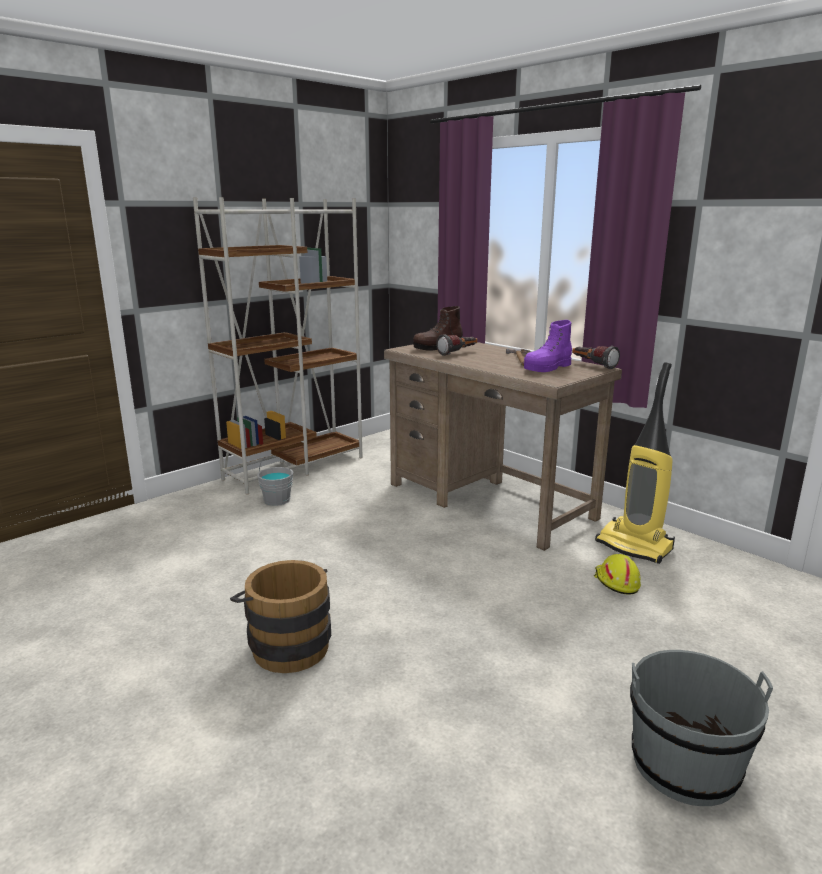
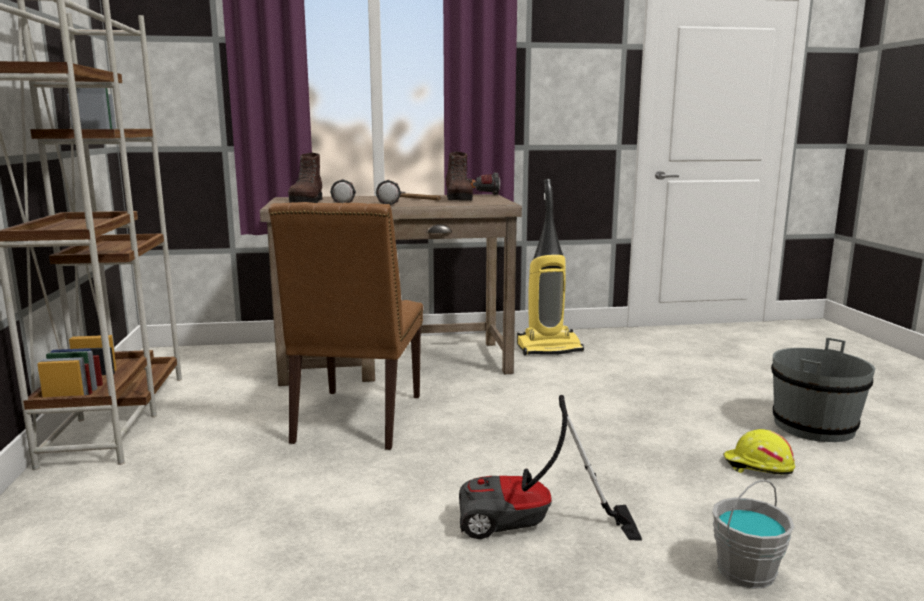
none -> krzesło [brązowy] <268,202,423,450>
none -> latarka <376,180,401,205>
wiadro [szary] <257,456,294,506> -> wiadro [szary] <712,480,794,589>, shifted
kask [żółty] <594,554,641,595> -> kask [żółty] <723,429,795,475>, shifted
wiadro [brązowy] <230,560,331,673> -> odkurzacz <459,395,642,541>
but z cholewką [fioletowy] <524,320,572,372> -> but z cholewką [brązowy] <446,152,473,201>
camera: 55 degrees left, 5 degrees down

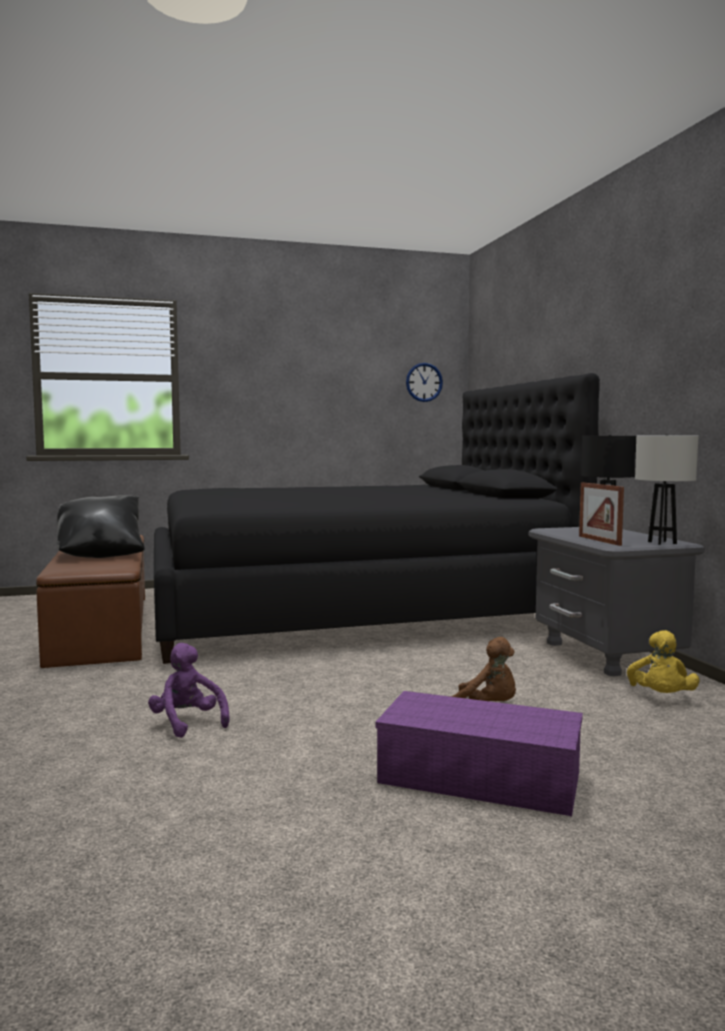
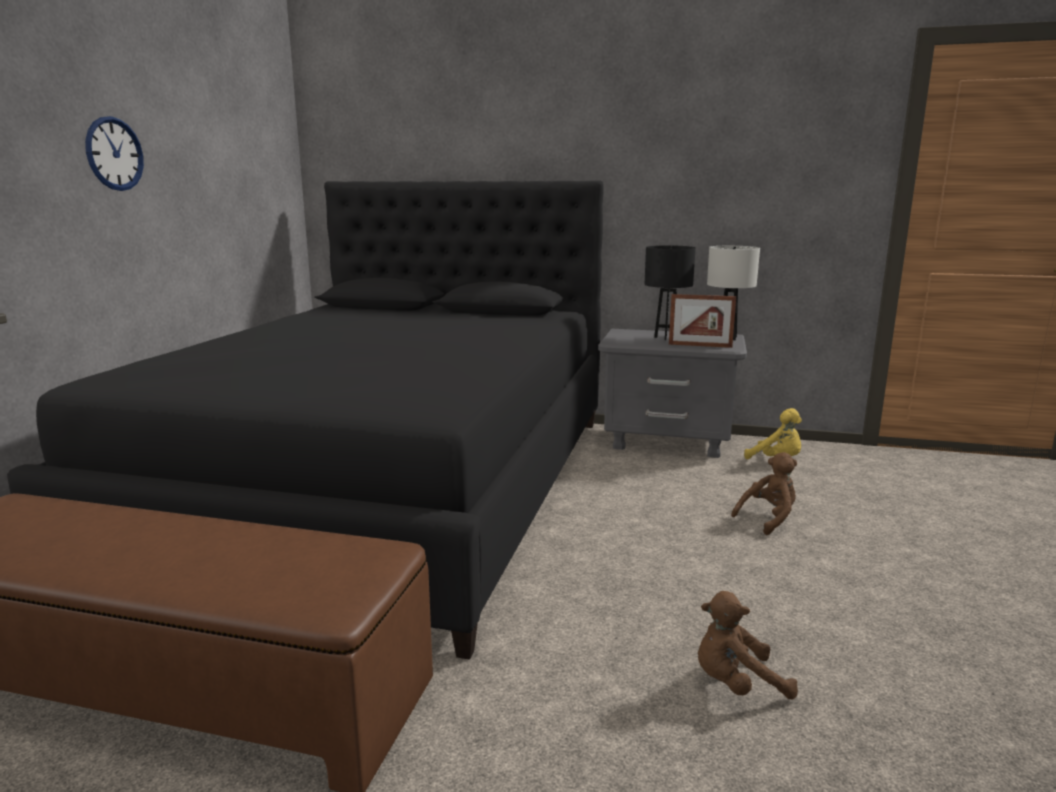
poduszka [czarny] <56,495,145,558> -> none
pojemnik do przechowywania [fioletowy] <375,691,583,816> -> none
zegar ścienny <406,363,443,402> -> zegar ścienny <85,116,144,191>, shifted
pluszak [fioletowy] <148,643,230,738> -> pluszak [brązowy] <698,591,798,699>
camera: 60 degrees left, 10 degrees up

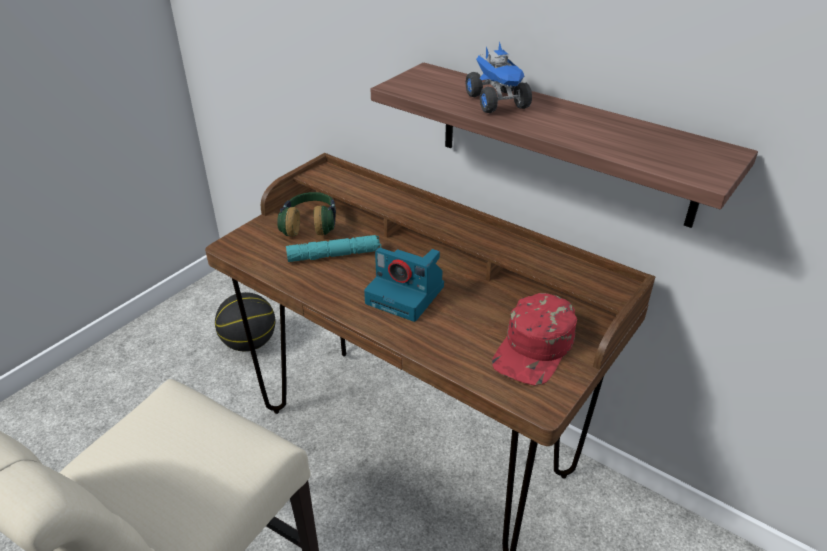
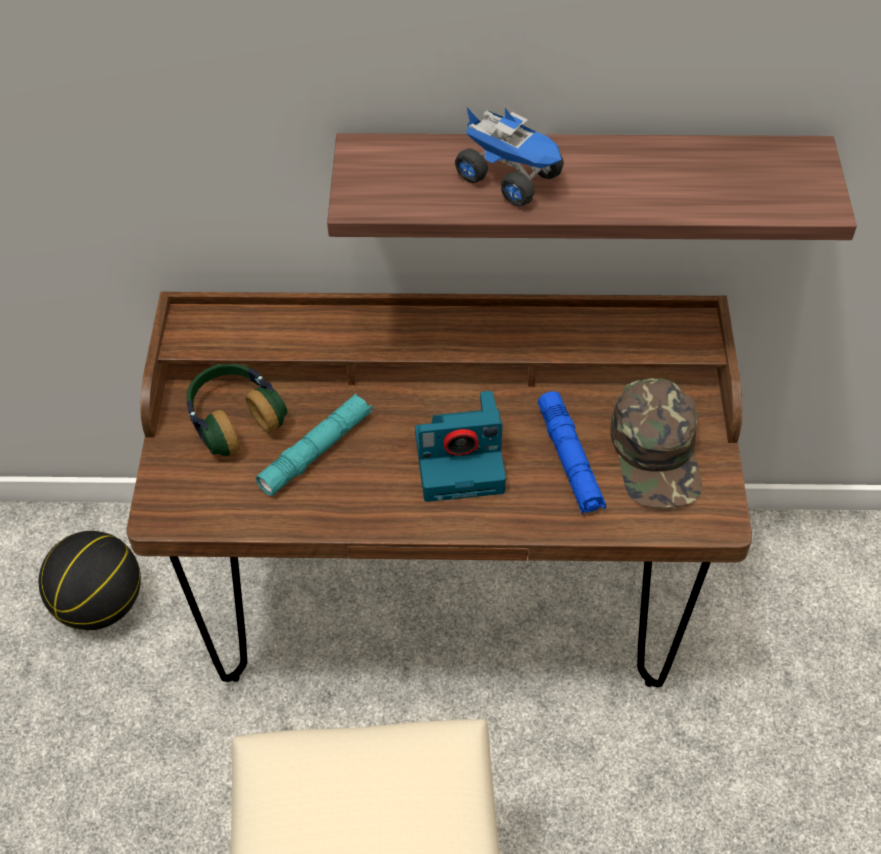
none -> latarka [niebieski] <537,391,606,515>
czapka z daszkiem [czerwony] <492,293,577,386> -> czapka z daszkiem [zielony] <610,378,702,508>
camera: 35 degrees left, 15 degrees up

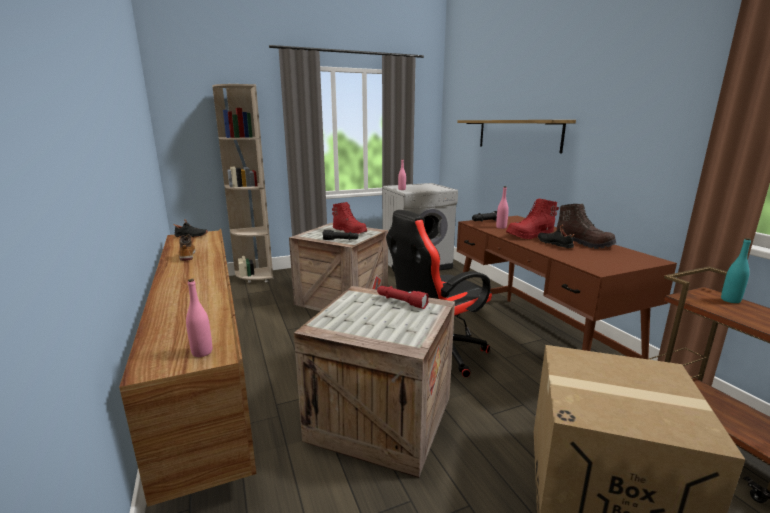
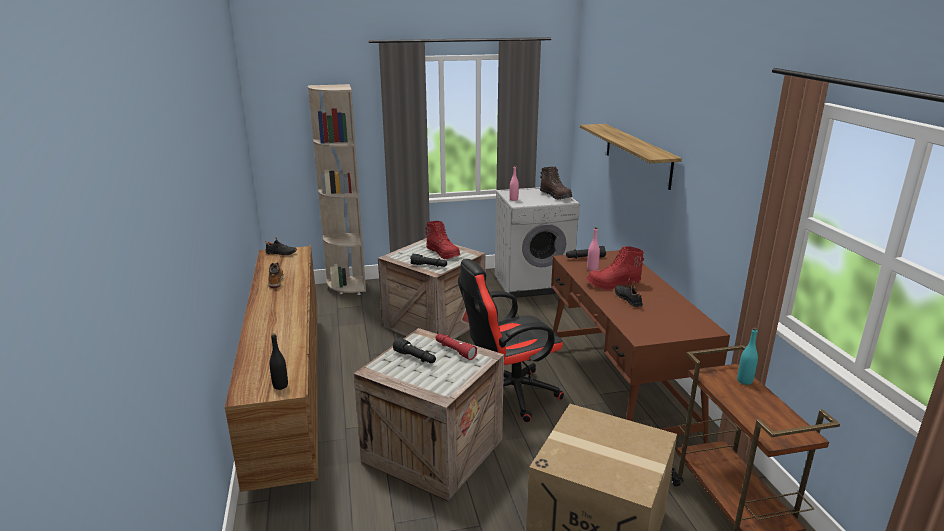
none -> latarka [czarny] <393,338,436,363>
but z cholewką [brązowy] <556,204,616,249> -> but z cholewką [brązowy] <540,167,572,200>, shifted
butelka [różowy] <186,279,212,357> -> butelka [czarny] <269,334,288,390>
camera: 10 degrees right, 5 degrees up

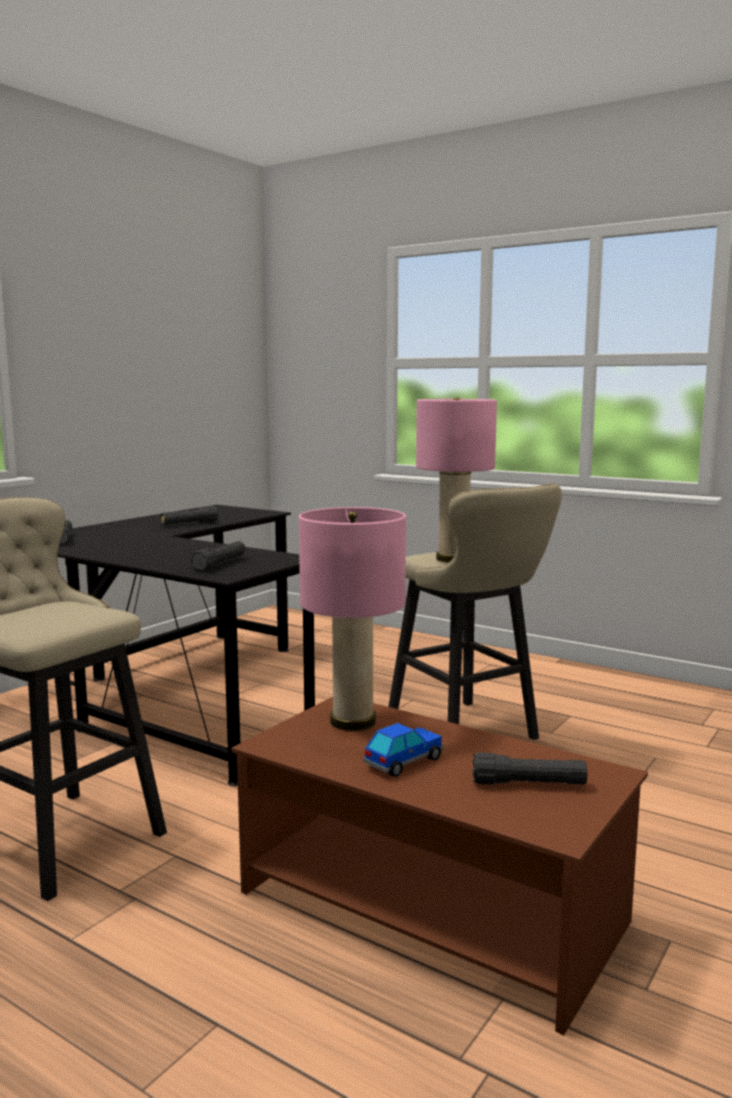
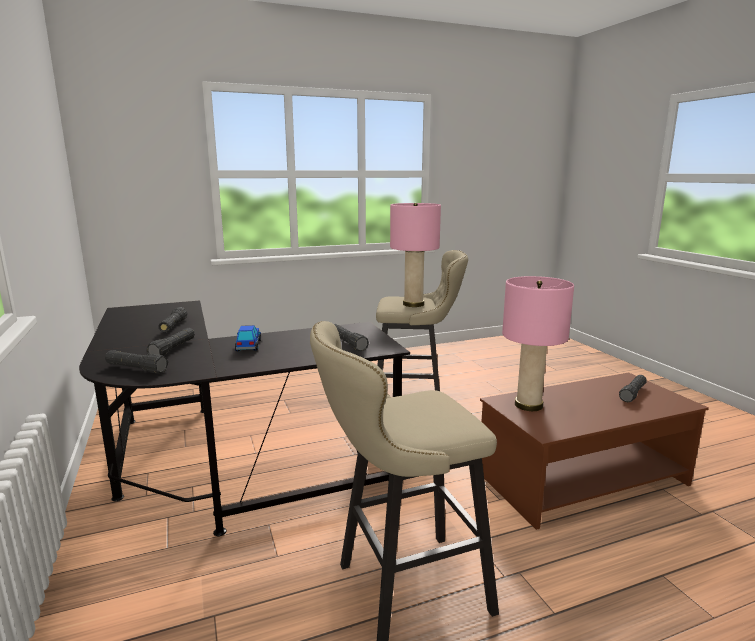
none -> latarka [czarny] <146,328,195,356>
samochodzik <364,723,443,777> -> samochodzik <235,325,261,351>, shifted
camera: 55 degrees left, 5 degrees up

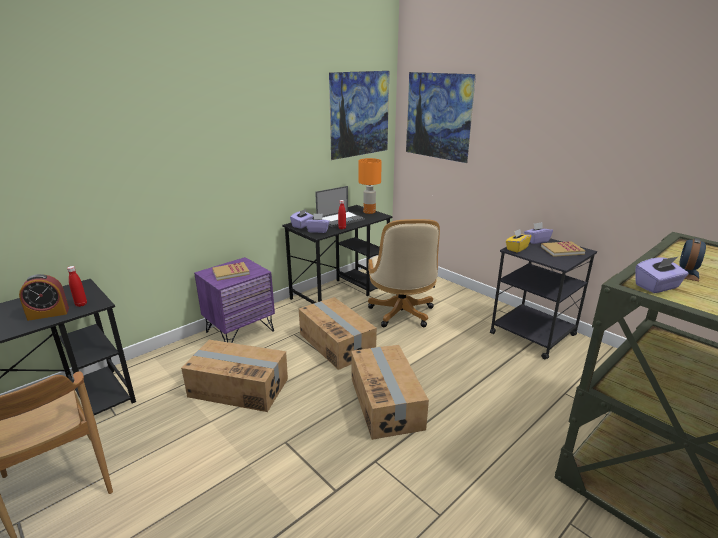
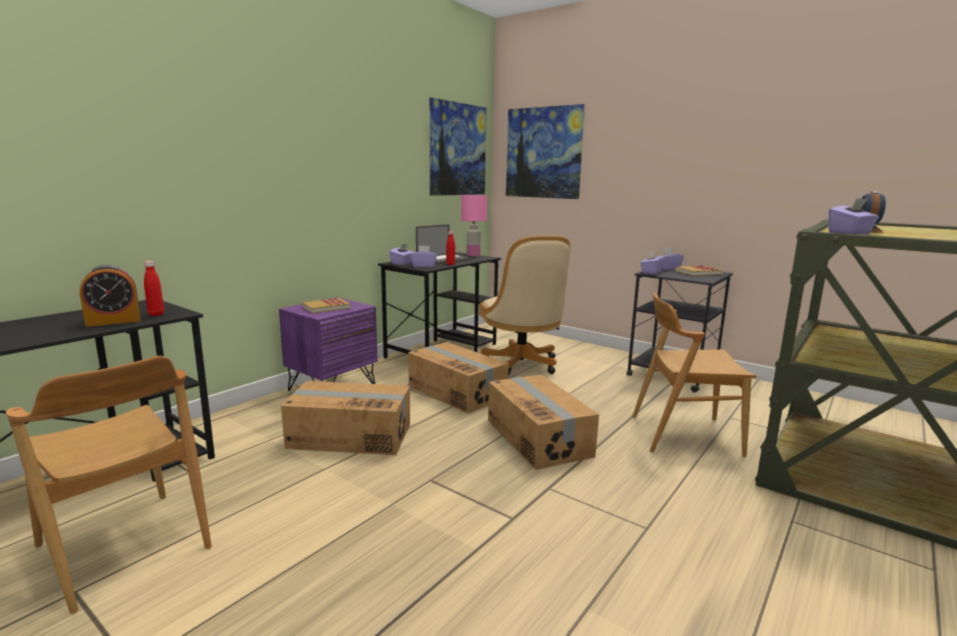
none -> krzesło [brązowy] <632,293,756,457>
lampa stołowa [pomarańczowy] <358,158,382,214> -> lampa stołowa [różowy] <461,195,487,257>
pudełko chusteczek [żółty] <506,229,531,253> -> pudełko chusteczek [fioletowy] <640,251,665,274>
camera: 10 degrees left, 10 degrees down

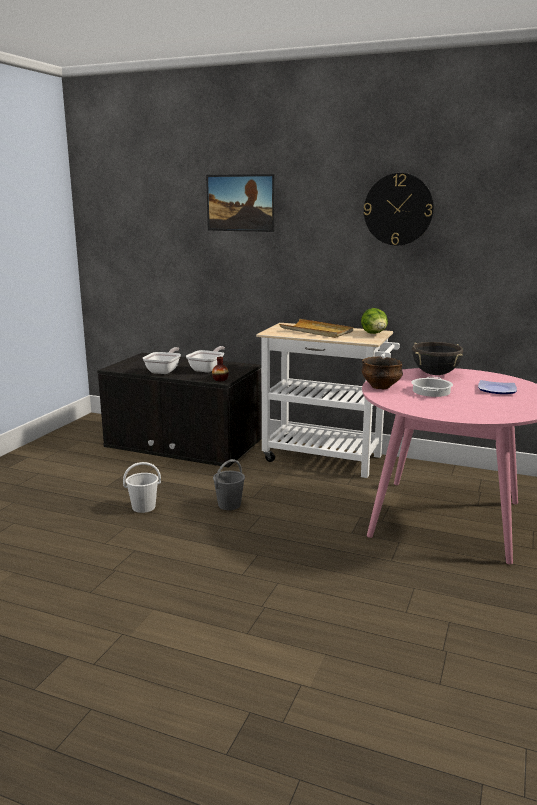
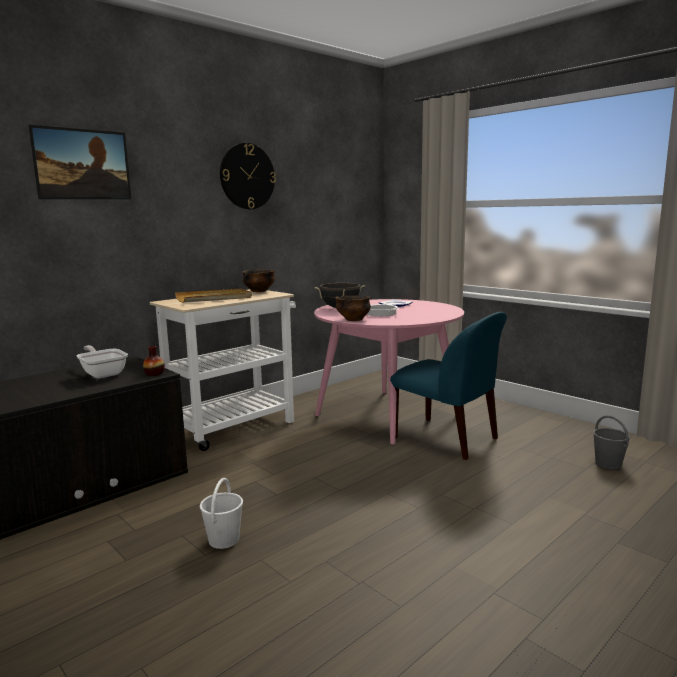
patelnia <143,347,181,374> -> none
none -> krzesło [niebieski] <390,312,507,460>
wiadro [szary] <213,459,245,510> -> wiadro [szary] <593,415,630,470>, shifted
sałata <361,308,388,334> -> miska <242,269,275,292>
camera: 65 degrees left, 5 degrees down

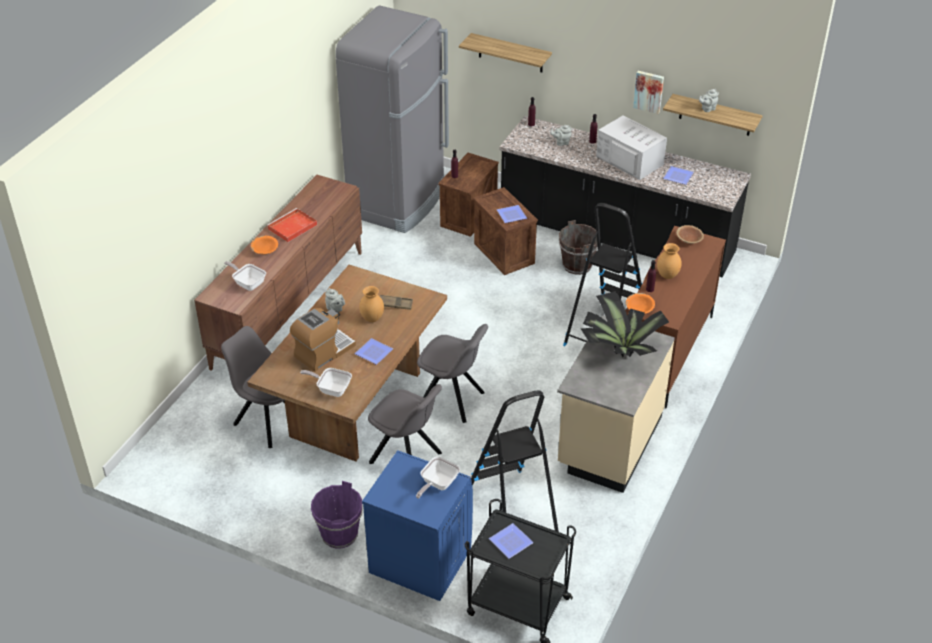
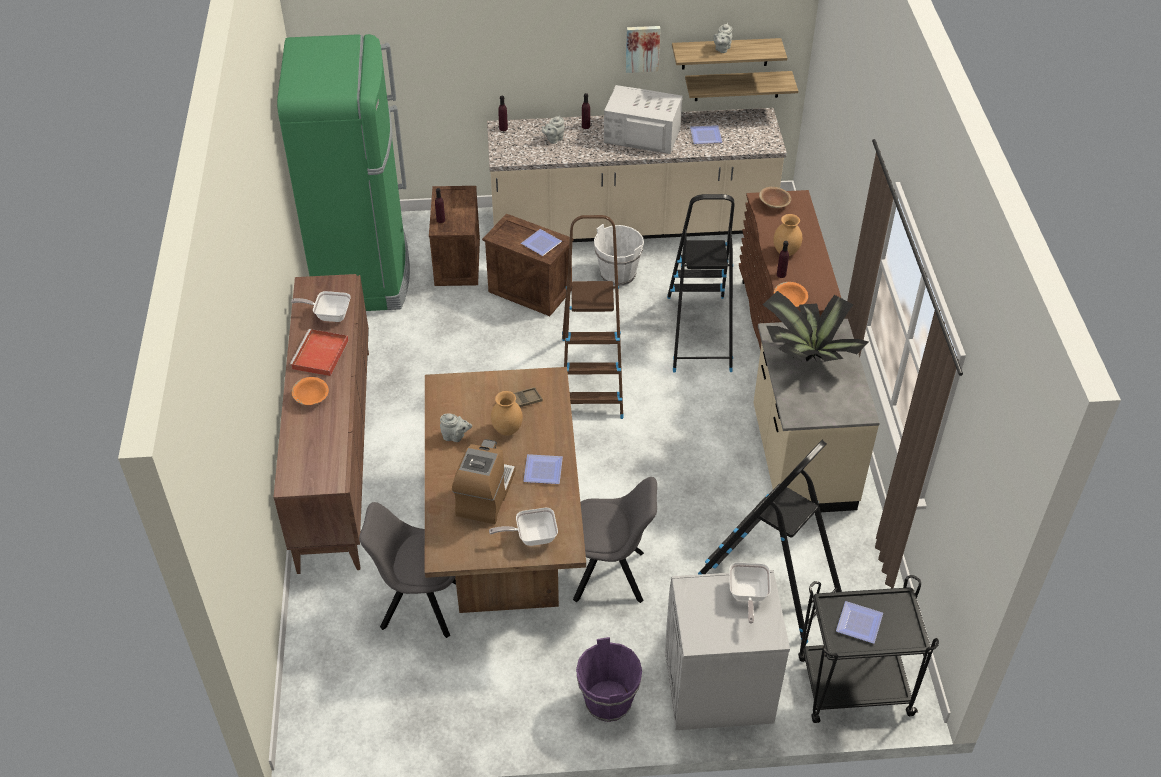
krzesło [szary] <417,324,488,423> -> none
none -> drabinka [brązowy] <562,215,624,419>
patelnia <224,261,266,291> -> patelnia <291,291,351,322>, shifted
półka <459,33,552,73> -> półka <685,71,798,101>, shifted
lodówka [szary] <336,6,449,233> -> lodówka [zielony] <277,34,410,311>
pralka [niebieski] <362,450,473,601> -> pralka [biały] <665,570,790,730>
zabudowa kuchenna [czarny] <500,116,751,277> -> zabudowa kuchenna [beżowy] <487,108,787,242>
wiadro [brązowy] <559,220,598,275> -> wiadro [biały] <594,224,644,286>
camera: 30 degrees left, 5 degrees up

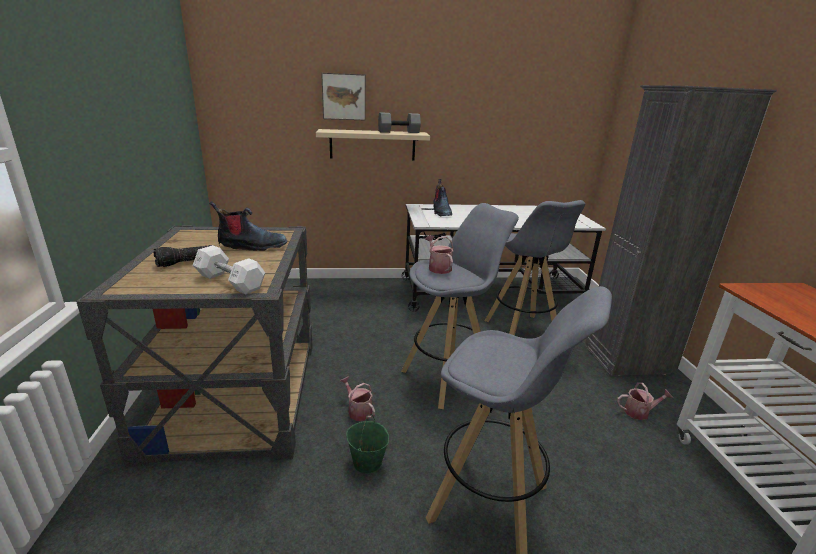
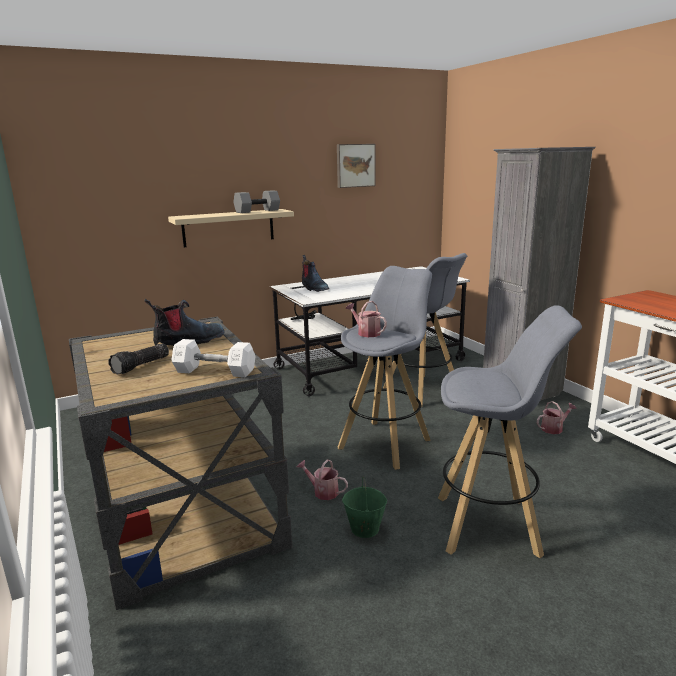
obraz <321,73,366,121> -> obraz <337,144,375,188>, shifted
camera: 20 degrees left, 5 degrees down

